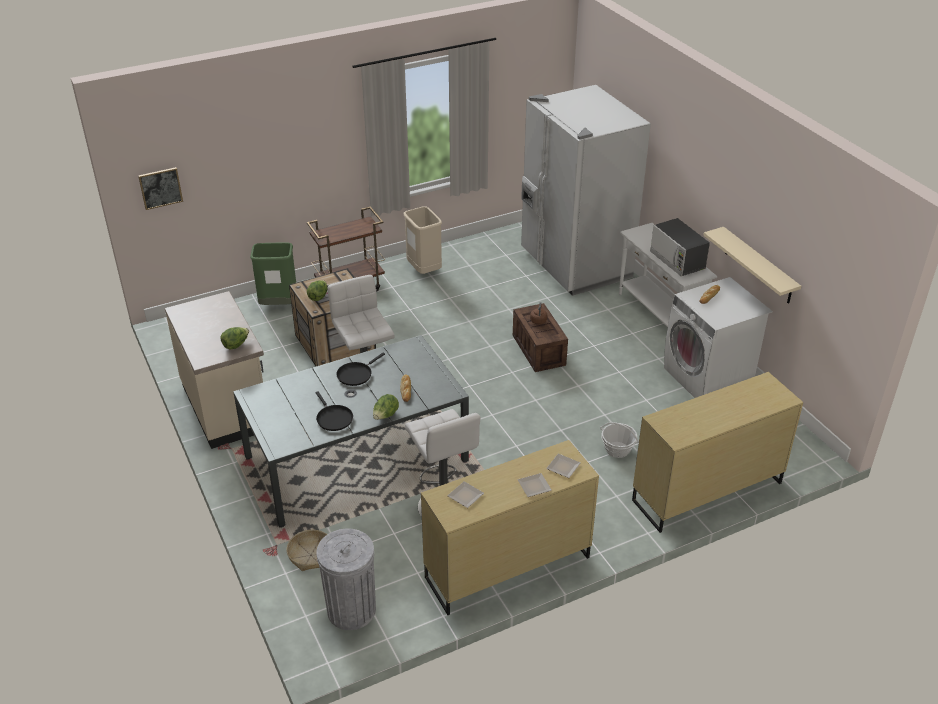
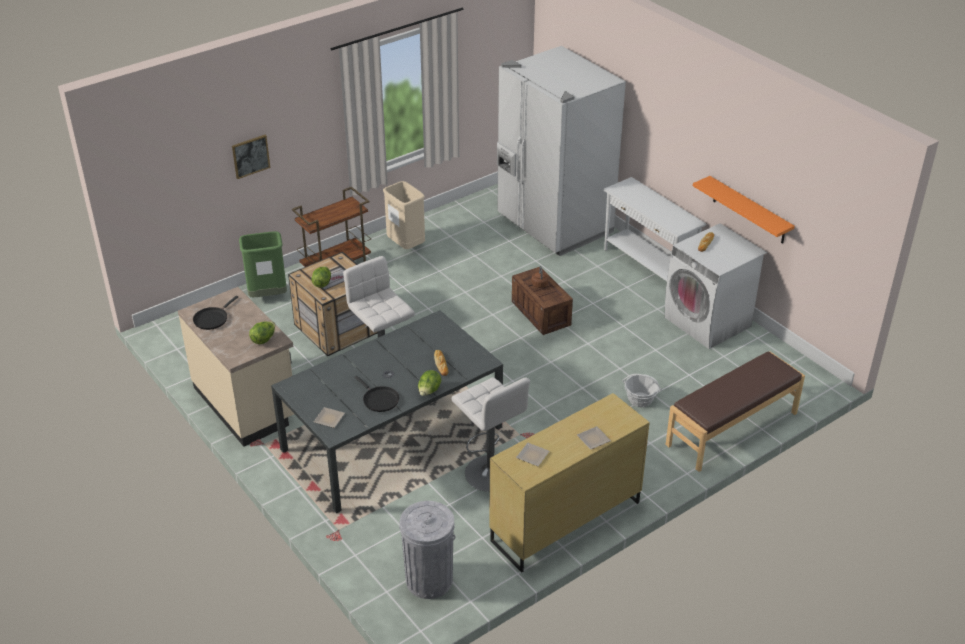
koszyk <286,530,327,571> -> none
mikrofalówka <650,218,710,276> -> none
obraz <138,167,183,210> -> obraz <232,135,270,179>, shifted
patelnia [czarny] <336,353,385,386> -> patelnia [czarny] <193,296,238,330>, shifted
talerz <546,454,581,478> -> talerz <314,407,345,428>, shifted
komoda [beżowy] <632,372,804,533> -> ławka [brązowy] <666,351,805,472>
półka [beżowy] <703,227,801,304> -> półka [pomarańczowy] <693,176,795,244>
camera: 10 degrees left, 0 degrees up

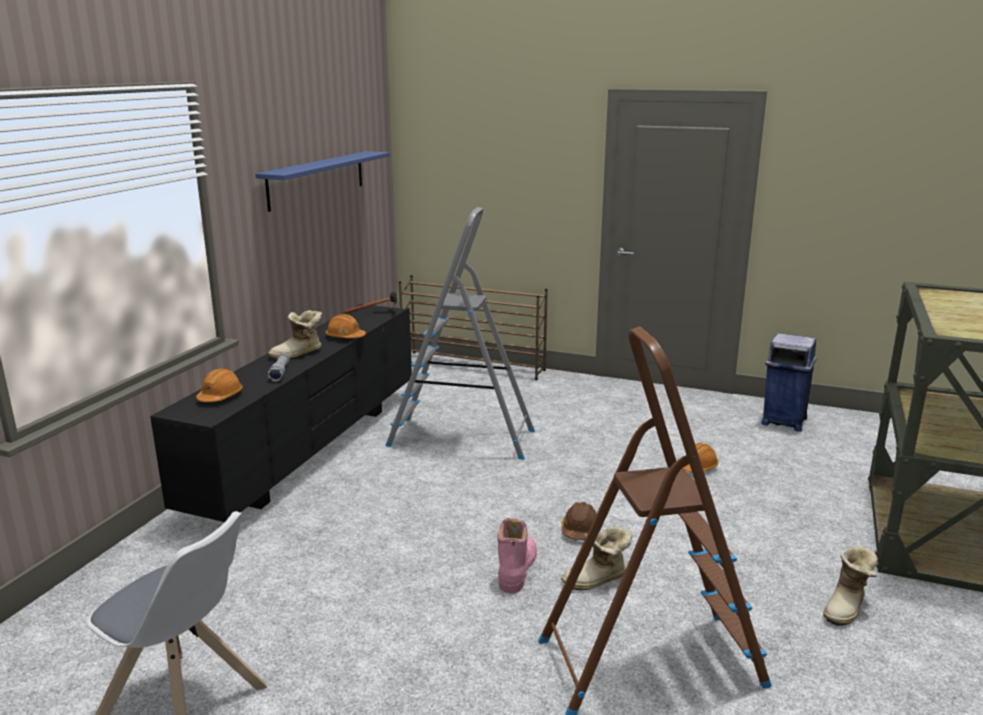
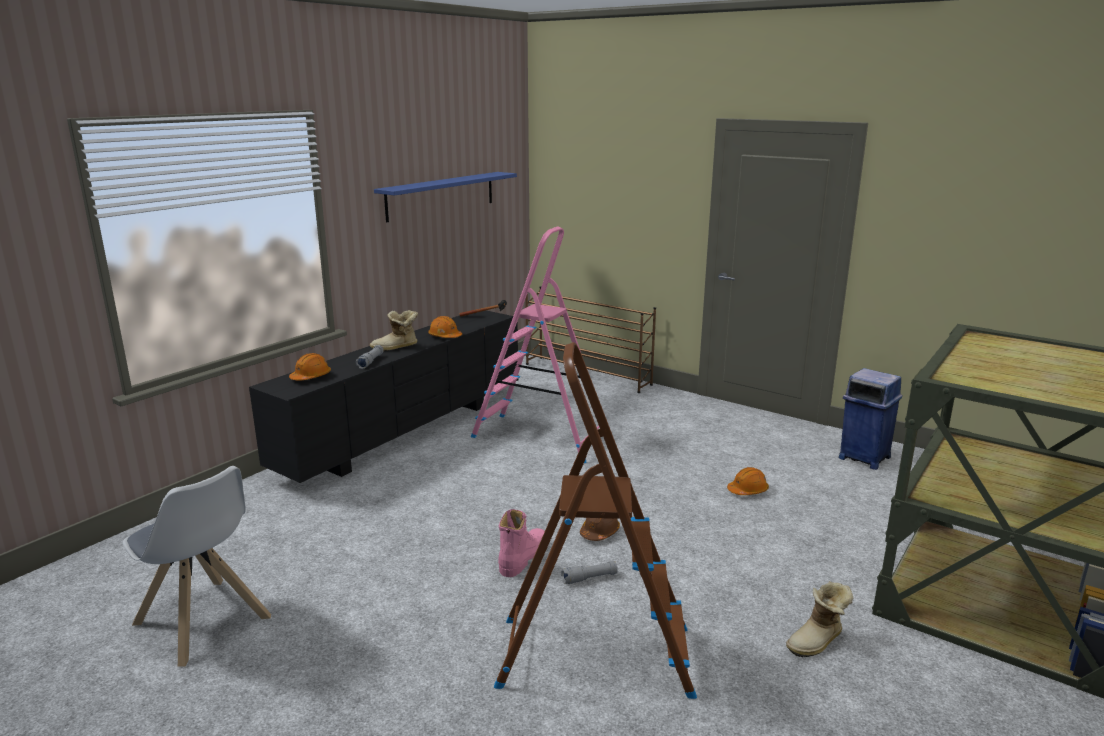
but z cholewką <561,526,632,590> -> latarka [szary] <561,561,618,584>
drabinka [szary] <385,207,535,460> -> drabinka [różowy] <471,226,599,463>
camera: 15 degrees right, 0 degrees up

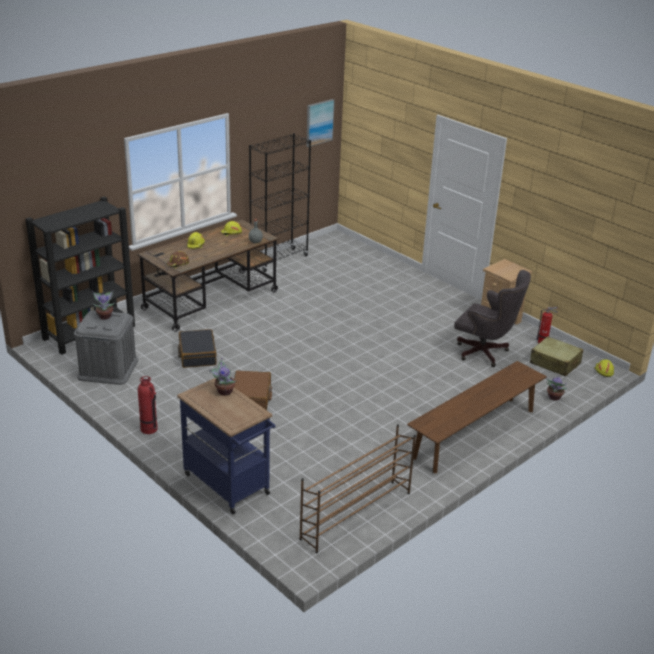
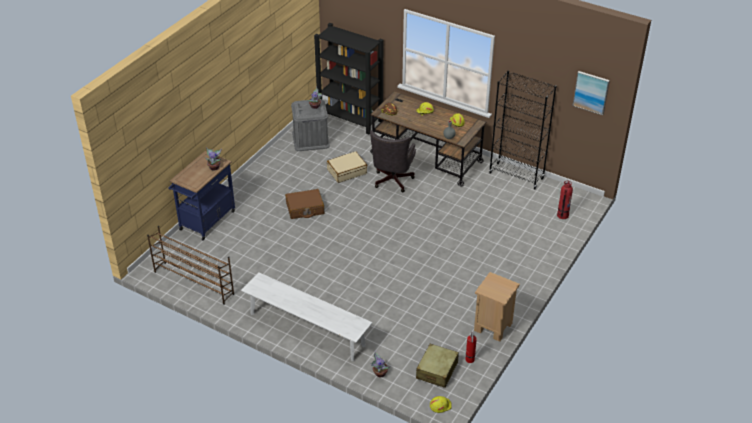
gaśnica <138,376,158,434> -> gaśnica <557,181,573,219>, shifted
krzesło biurowe [szary] <454,270,531,367> -> krzesło biurowe [szary] <370,131,416,193>, shifted
walizka [czarny] <178,329,217,368> -> walizka [beżowy] <327,151,367,183>
ławka [brązowy] <407,361,547,473> -> ławka [biały] <241,272,372,361>
camera: 75 degrees right, 10 degrees up

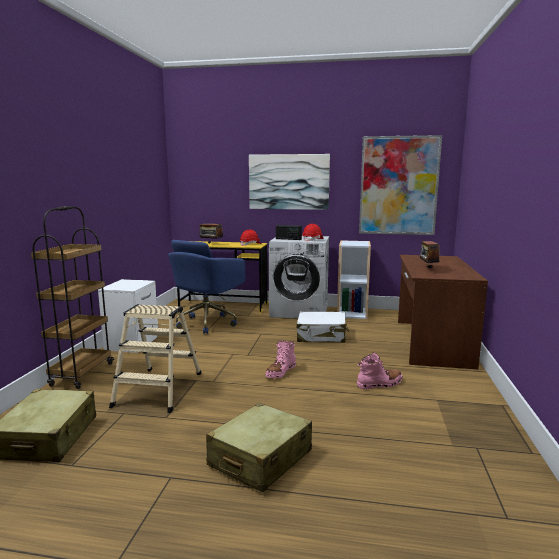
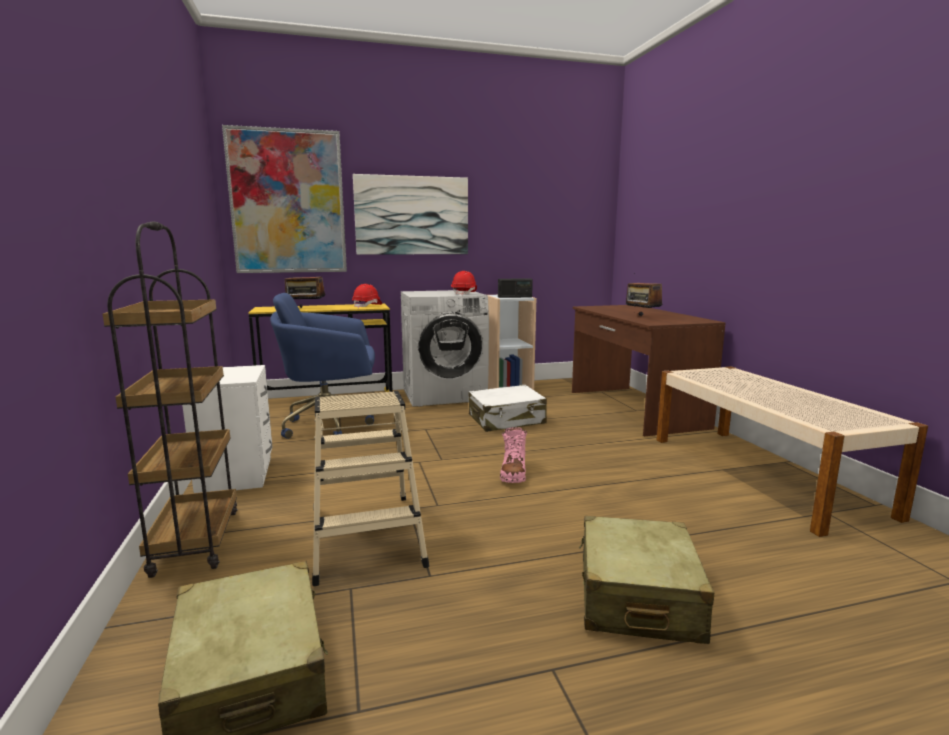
but z cholewką [różowy] <357,353,403,390> -> none
none -> ławka [beżowy] <657,366,928,537>
radio <276,225,302,240> -> radio <498,278,533,298>, shifted
obraz <359,135,442,235> -> obraz <222,125,347,273>, shifted
krzesło biurowe [niebieski] <168,240,245,334> -> krzesło biurowe [niebieski] <270,293,375,439>, 75 degrees clockwise
camera: 25 degrees left, 0 degrees up

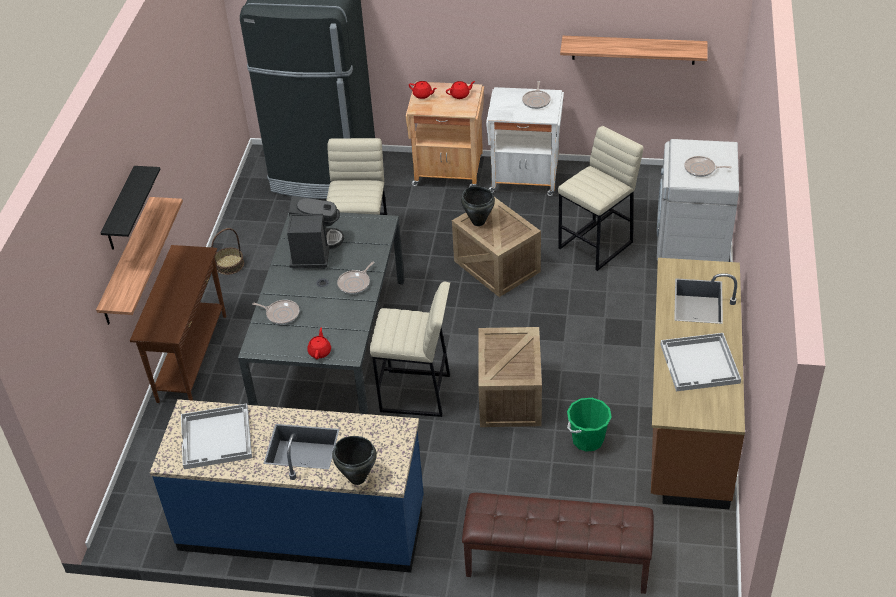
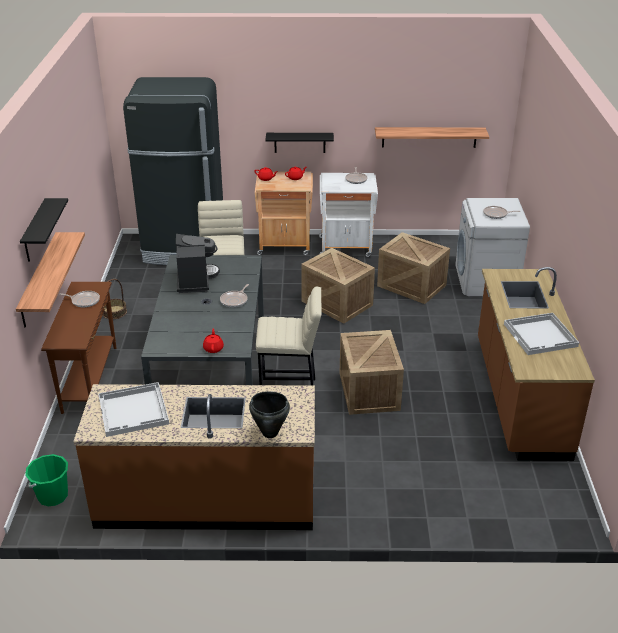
garnek [czarny] <461,186,495,226> -> none
ławka [brązowy] <462,493,654,594> -> none
none -> półka [czarny] <265,133,334,153>
patelnia <252,300,299,324> -> patelnia <59,291,100,308>, shifted
wiadro [zielony] <567,398,612,452> -> wiadro [zielony] <25,454,68,506>, shifted
stołek [beżowy] <558,126,644,271> -> skrzynka <377,232,450,304>
zabudowa kuchenna [niebieski] <150,399,424,573> -> zabudowa kuchenna [brązowy] <73,384,315,530>
camera: 10 degrees left, 10 degrees down

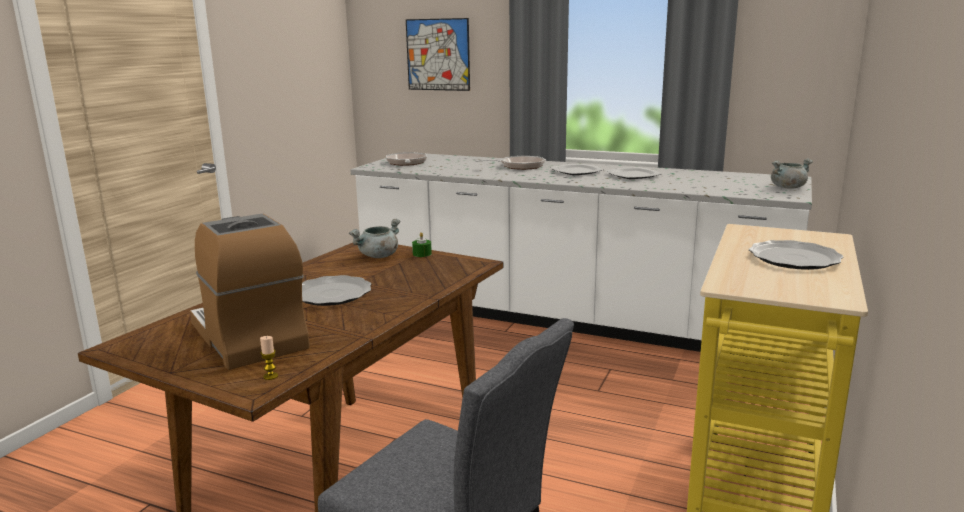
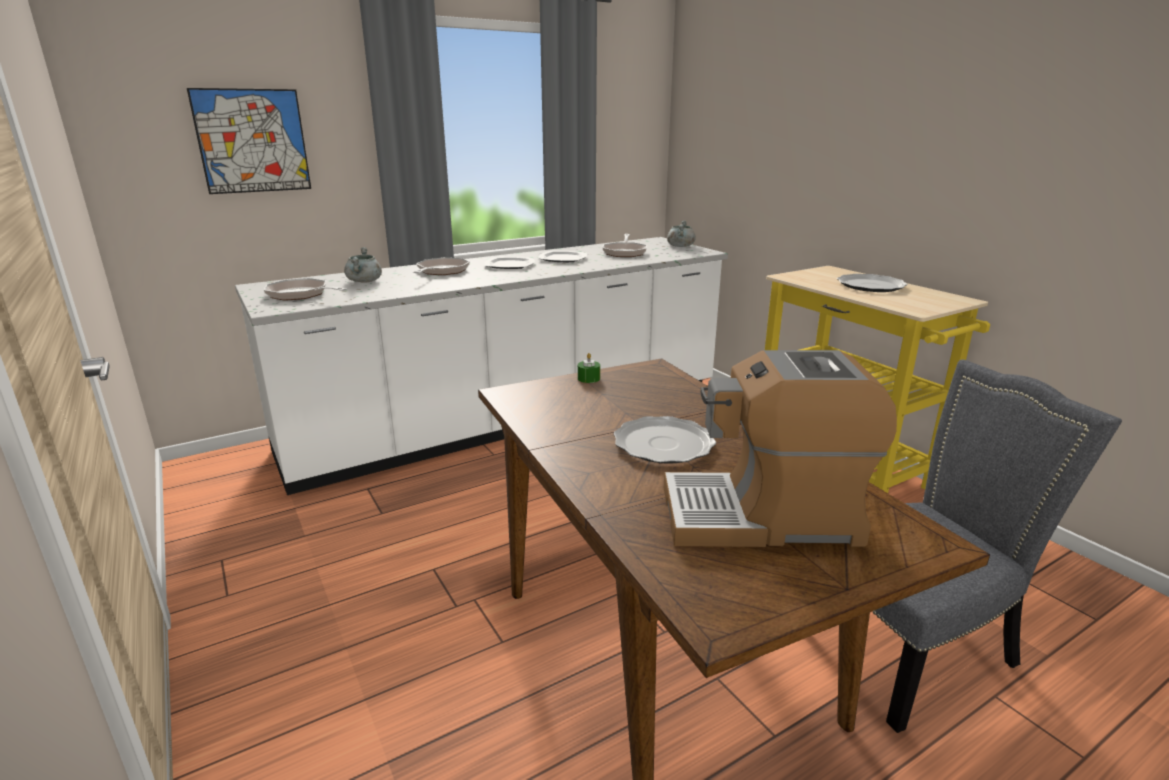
świeca <260,336,278,380> -> none
none -> patelnia <602,234,647,257>
garnek [szary] <349,219,400,258> -> garnek [szary] <344,247,382,283>, shifted
camera: 55 degrees left, 5 degrees up

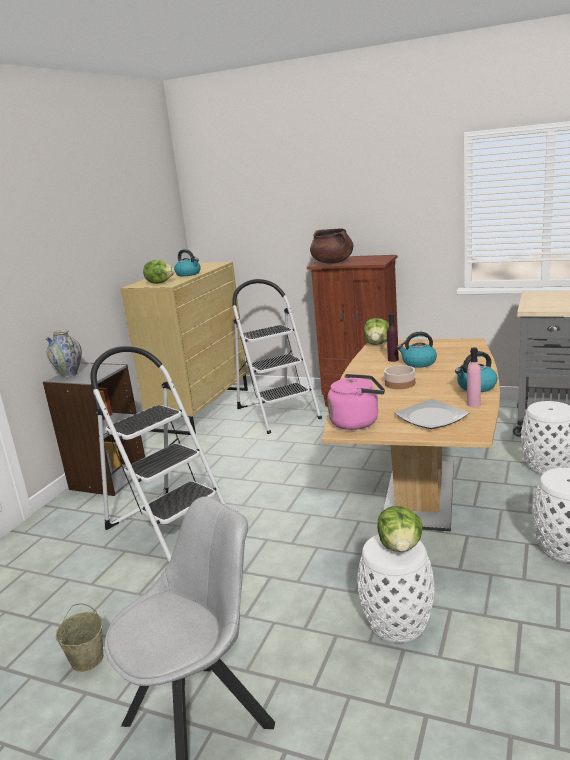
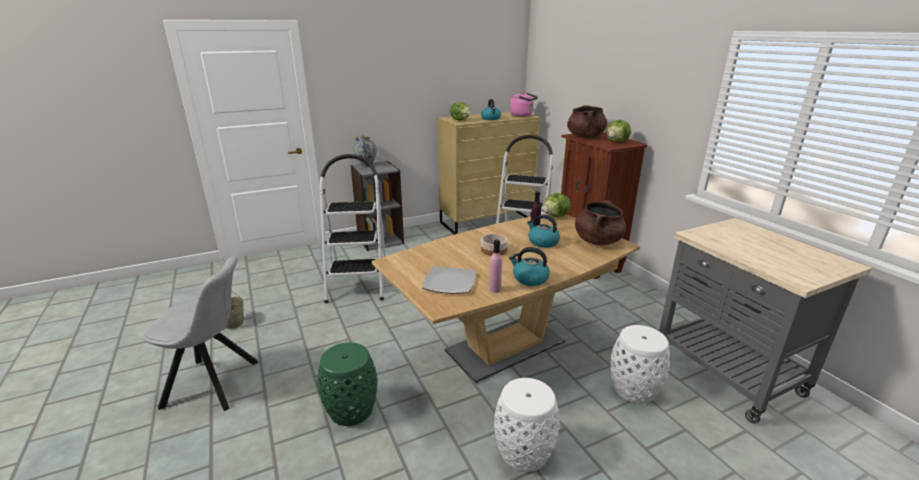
none -> garnek [brązowy] <575,200,626,245>
czajnik [różowy] <327,374,385,430> -> czajnik [różowy] <510,92,538,117>, shifted
sałata <377,506,423,552> -> sałata <607,120,631,142>, shifted
stołek [biały] <357,534,434,643> -> stołek [zielony] <317,342,378,426>
camera: 40 degrees right, 5 degrees up

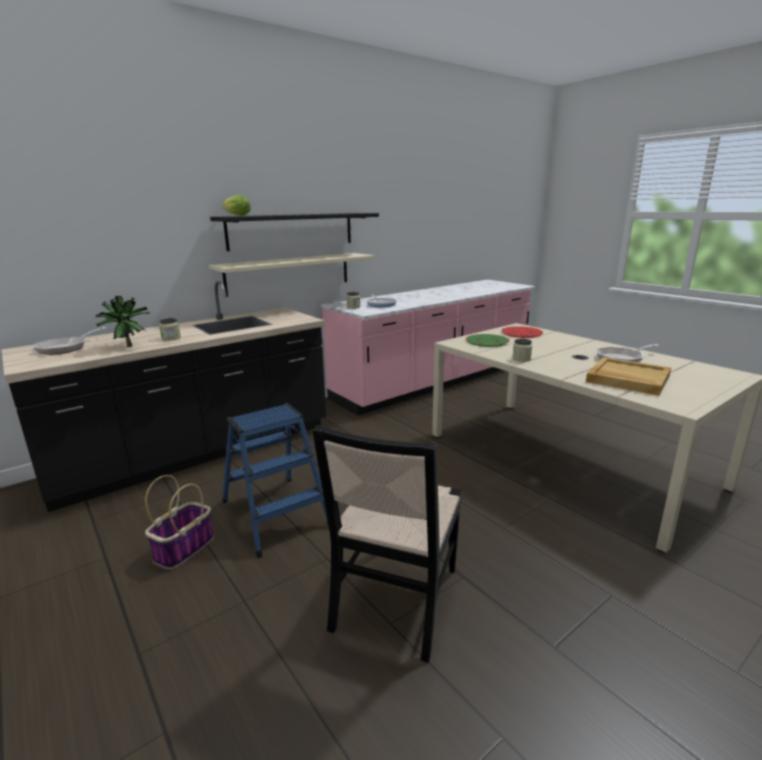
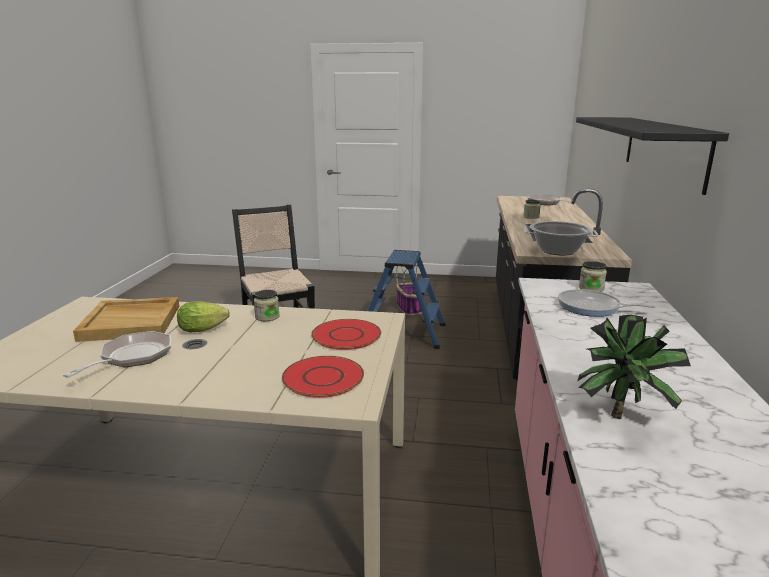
półka [beżowy] <209,253,375,297> -> none
none -> garnek <524,221,598,255>
roślina doniczkowa <95,296,150,347> -> roślina doniczkowa <577,315,691,419>, shifted
sałata <222,195,251,216> -> sałata <177,301,230,332>, shifted
talerz [zielony] <466,334,509,347> -> talerz [czerwony] <311,319,381,350>
camera: 135 degrees right, 0 degrees up

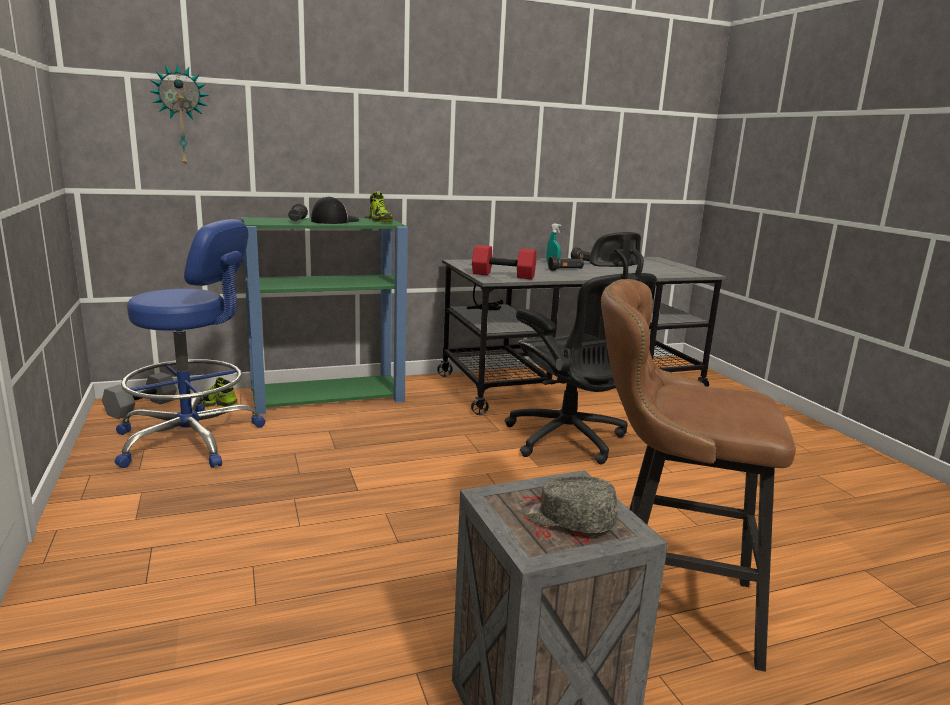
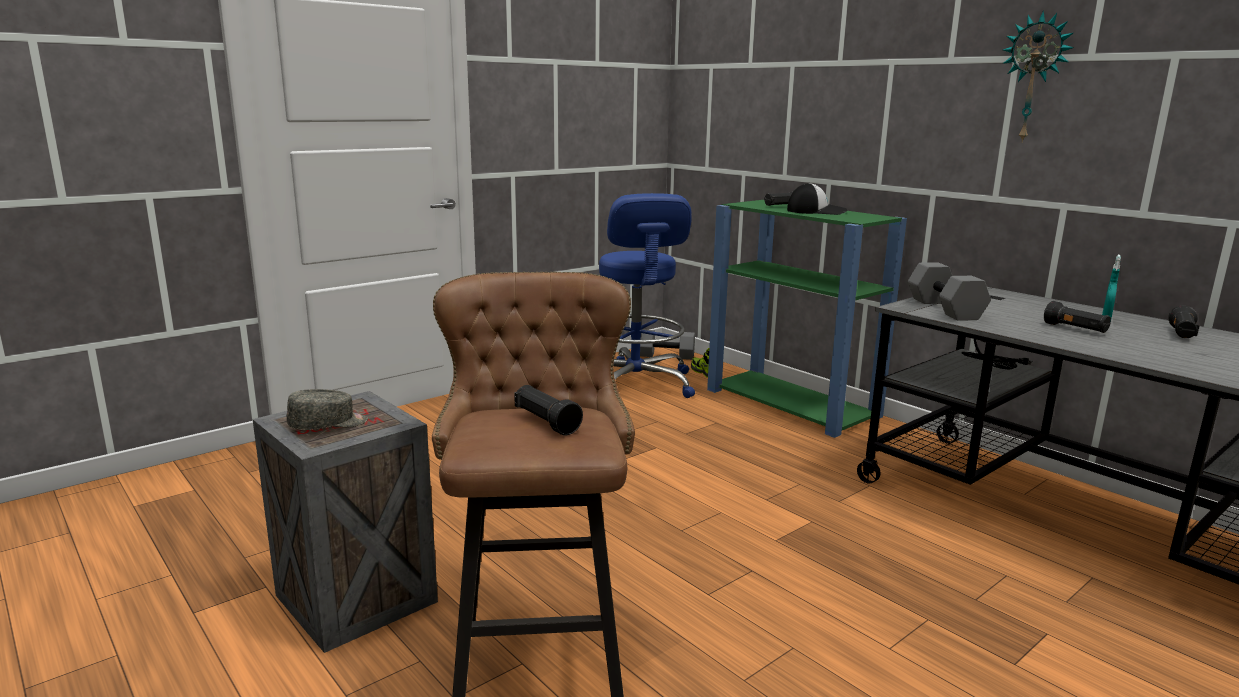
but <369,192,393,222> -> none
krzesło biurowe <505,232,657,464> -> none
none -> latarka [czarny] <514,385,583,435>
zegar ścienny <149,63,209,168> -> zegar ścienny <1003,11,1074,142>, shifted
hantel [czerwony] <472,245,536,279> -> hantel [szary] <908,262,991,321>
czapka z daszkiem [szary] <524,476,617,533> -> czapka z daszkiem [szary] <287,389,368,430>, 60 degrees clockwise
camera: 70 degrees right, 0 degrees up

